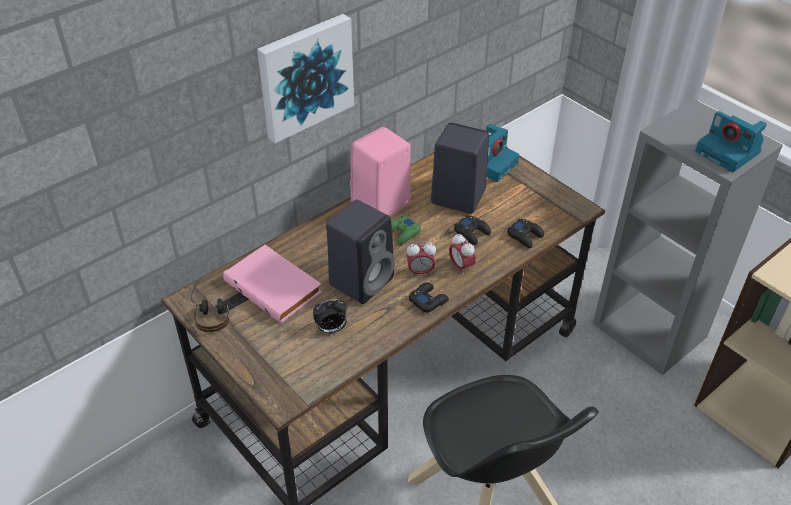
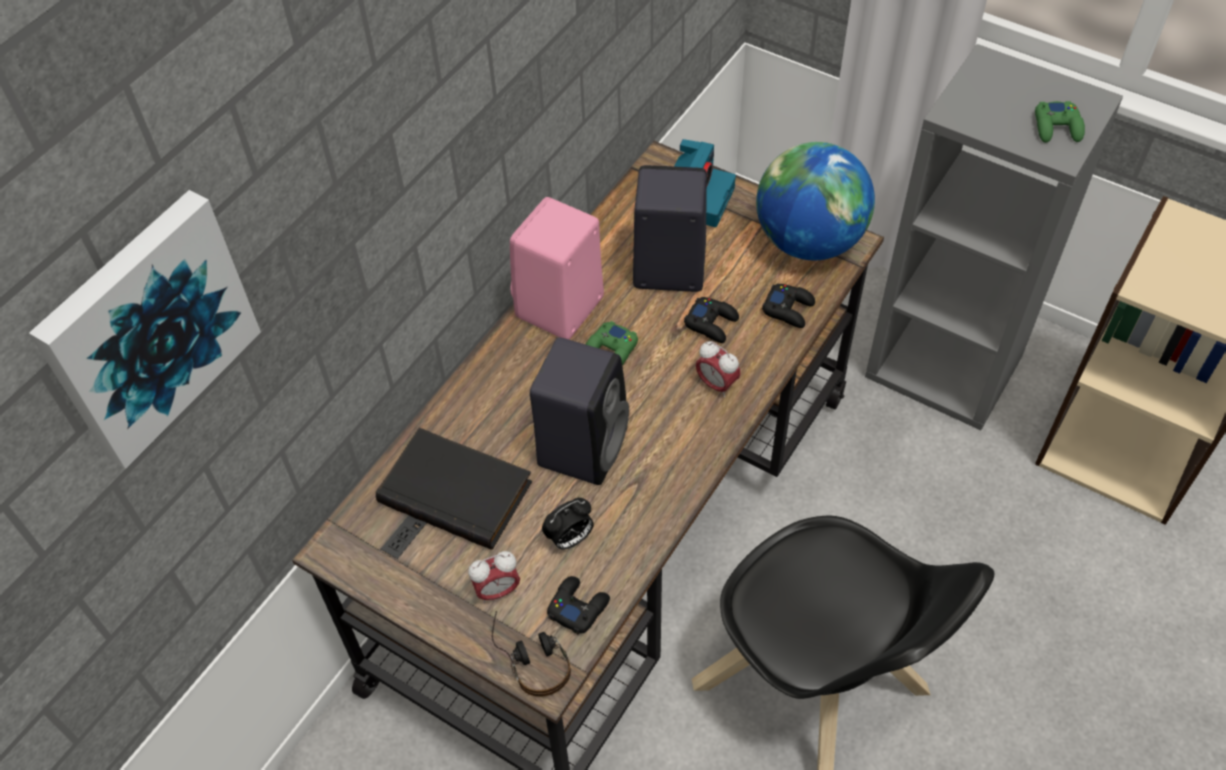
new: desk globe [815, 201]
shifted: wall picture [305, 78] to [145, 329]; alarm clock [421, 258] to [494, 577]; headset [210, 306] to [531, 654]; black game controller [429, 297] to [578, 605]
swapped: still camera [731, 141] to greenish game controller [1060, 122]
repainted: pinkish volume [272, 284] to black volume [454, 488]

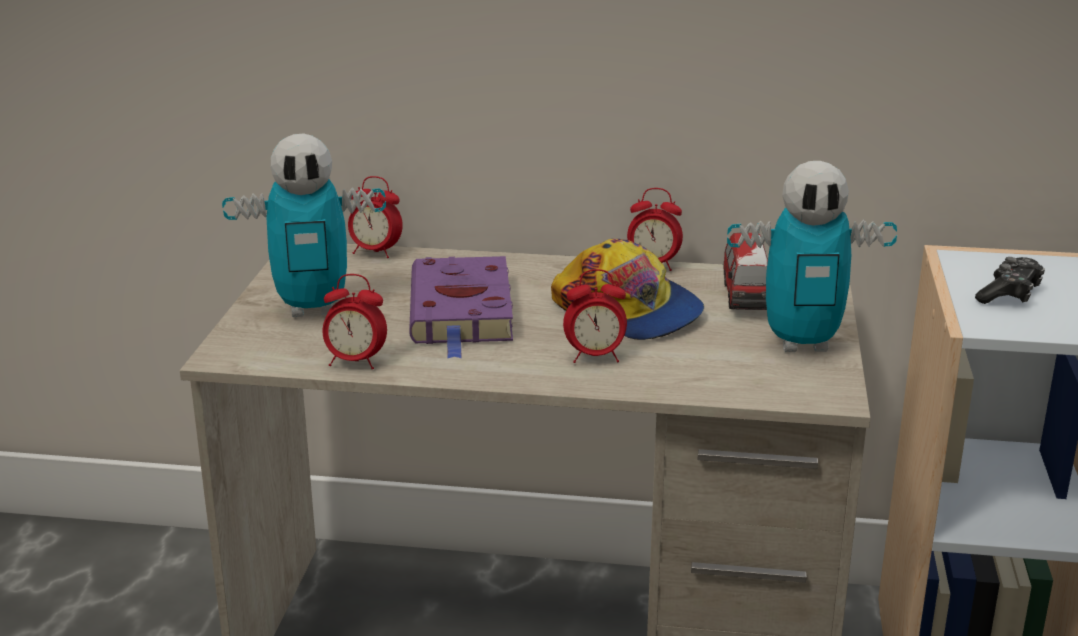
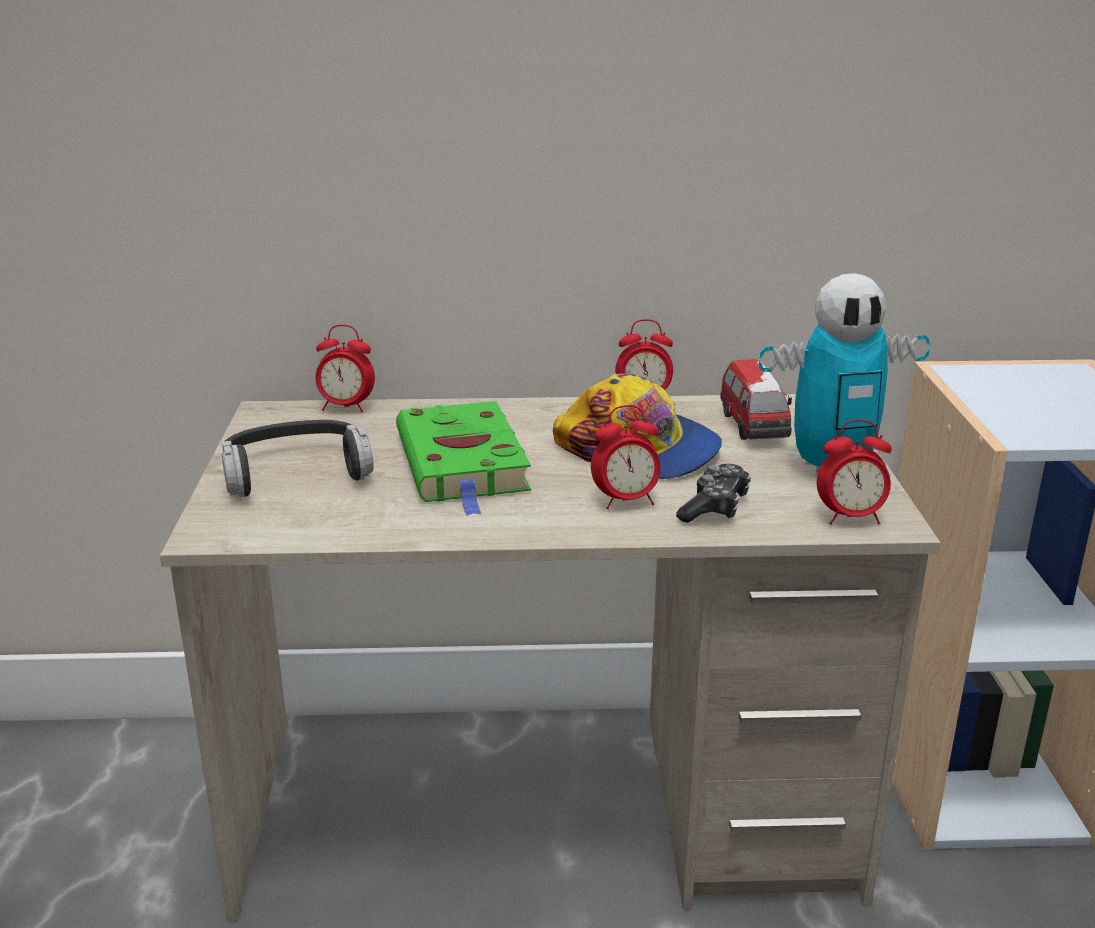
shifted: game controller [1010, 280] to [713, 493]; alarm clock [354, 321] to [854, 472]
swapped: robot figure [304, 225] to headset [298, 458]
repainted: purple volume [461, 307] to greenish volume [463, 458]

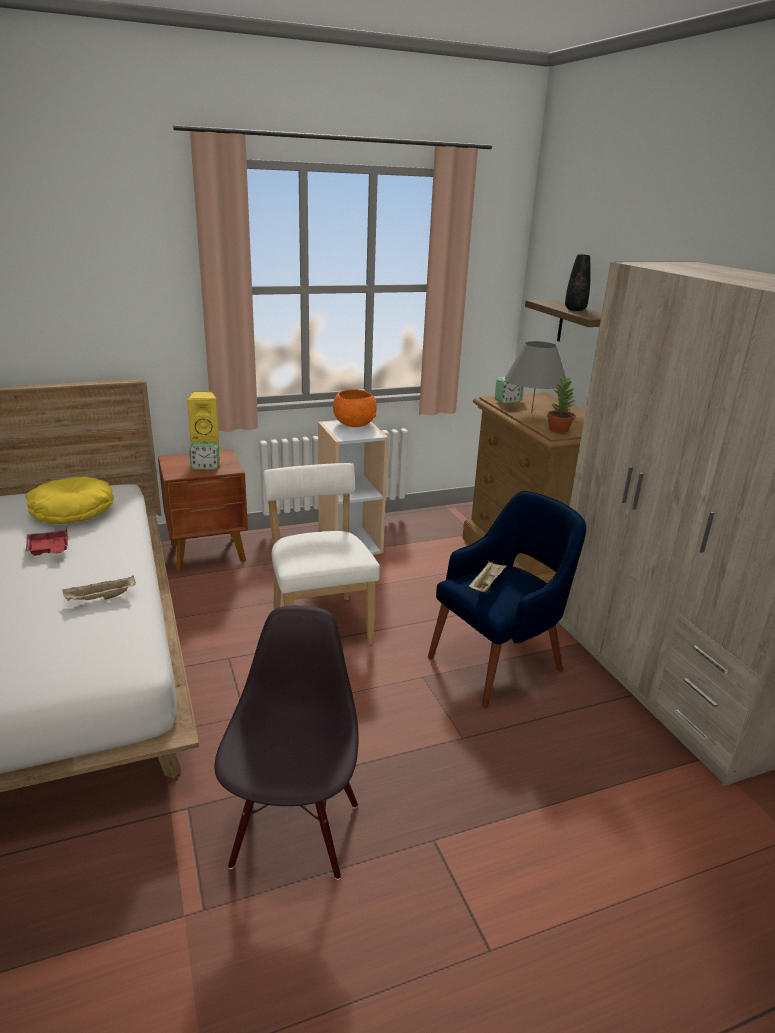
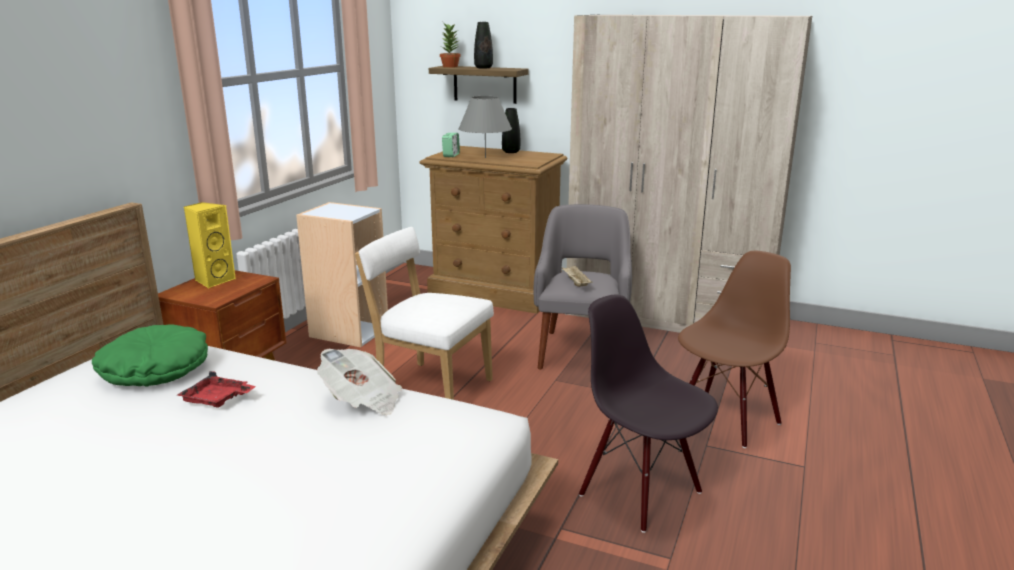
gone: orange deep dish [355, 408]; alarm clock [204, 456]
new: black decorative vase [511, 130]; brown plain chair [734, 349]
shifted: plant in a pot [561, 404] to [450, 45]
swapped: sand-coloured tray [99, 588] to daily paper [359, 382]
repainted: yellow-coloured cushion [70, 500] to greenish cushion [150, 355]; blue easy chair [507, 599] to greyish easy chair [583, 286]

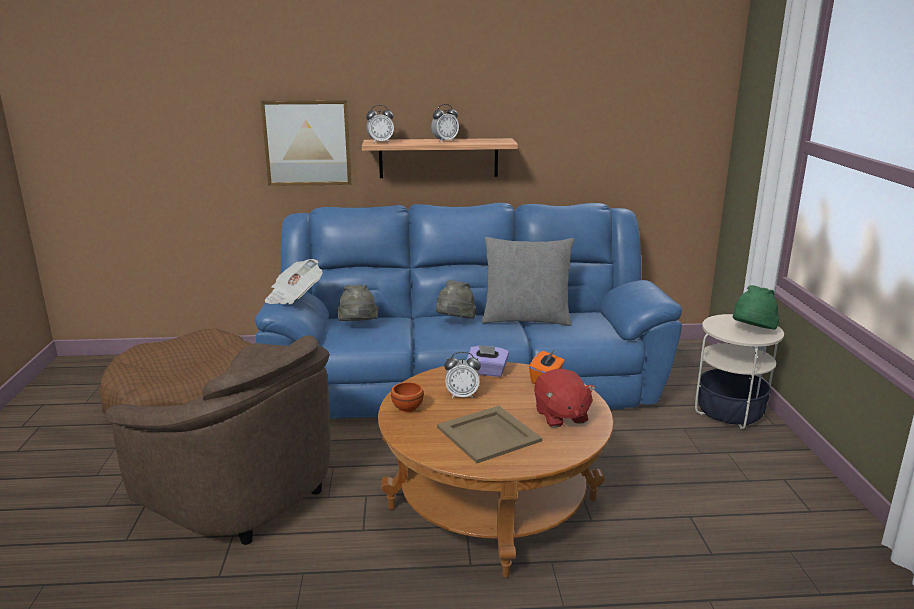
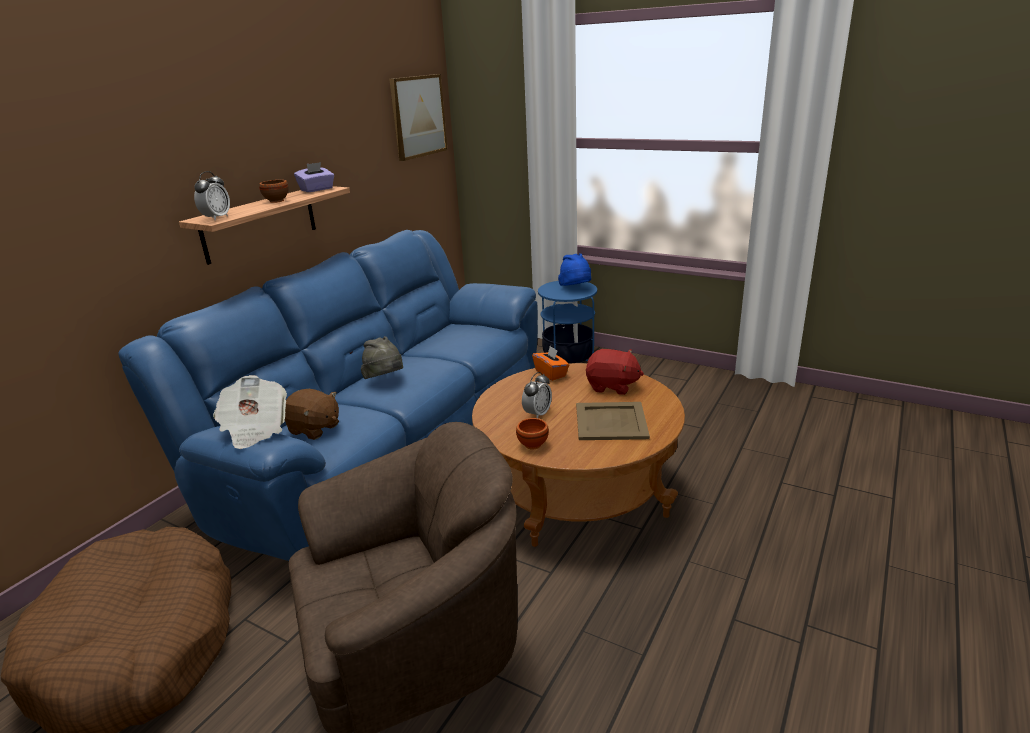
gone: greyish cushion [528, 281]
shifted: wall picture [306, 143] to [418, 117]; purple tissue box [488, 361] to [314, 177]
swapped: alarm clock [445, 123] to brown deep dish [274, 191]; greyish clothing hat [357, 302] to brown plush toy [311, 414]
repainted: greenish clothing hat [756, 307] to blue clothing hat [574, 269]; sand-coloured side table [739, 371] to blue side table [567, 322]

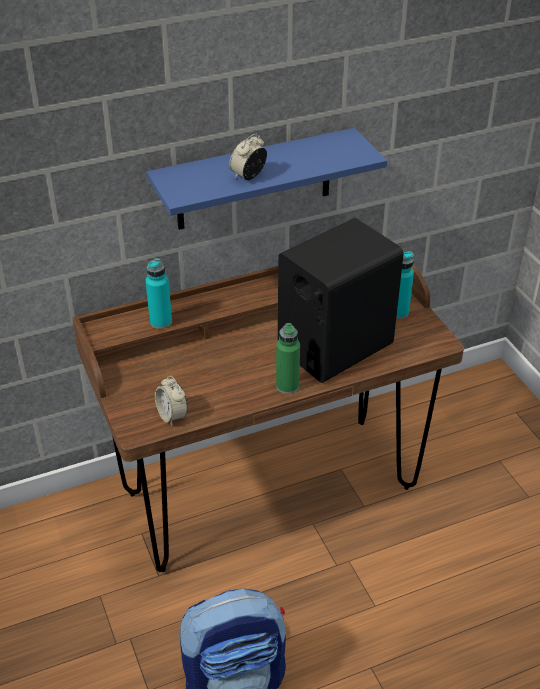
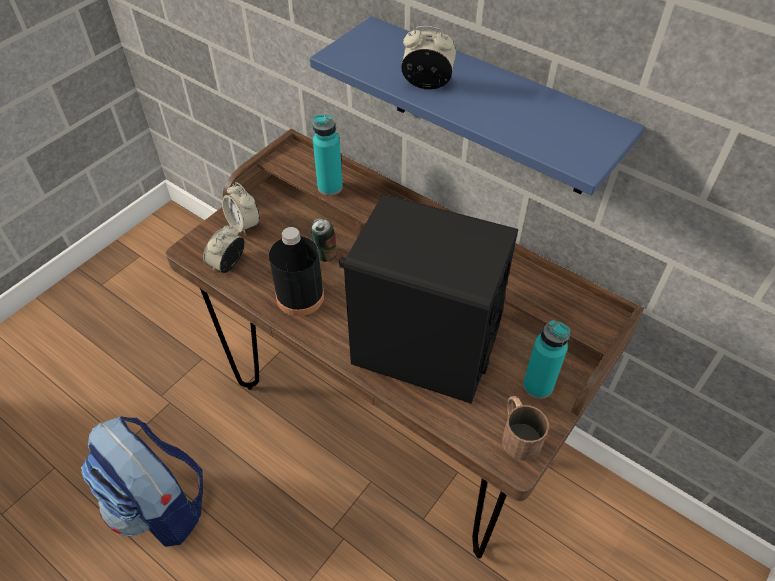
gone: greenish bottle [288, 358]
new: alarm clock [241, 209]; metal can [324, 240]; black bottle [296, 271]; brown coffee mug [525, 428]

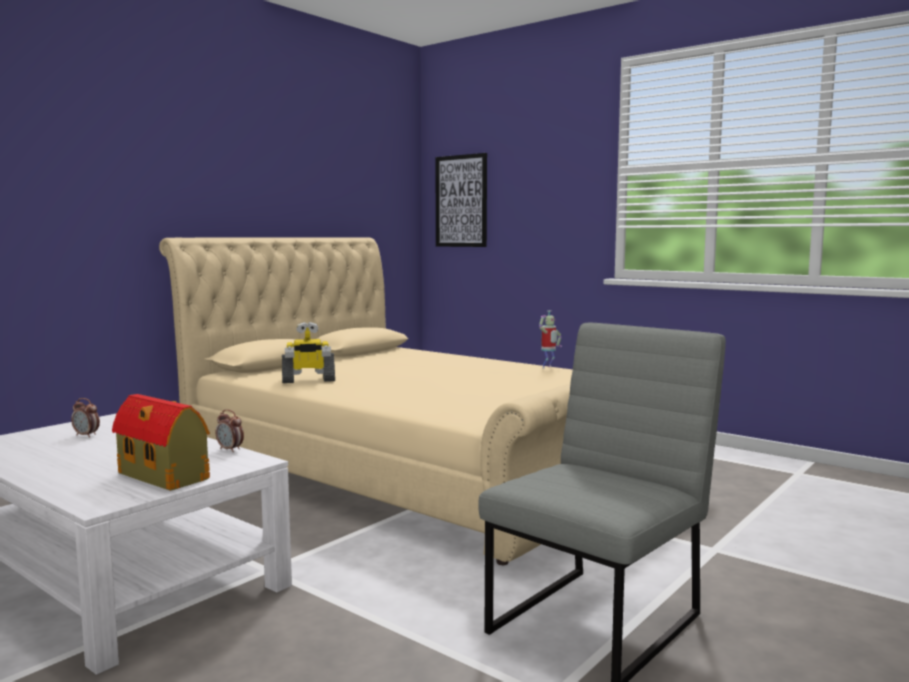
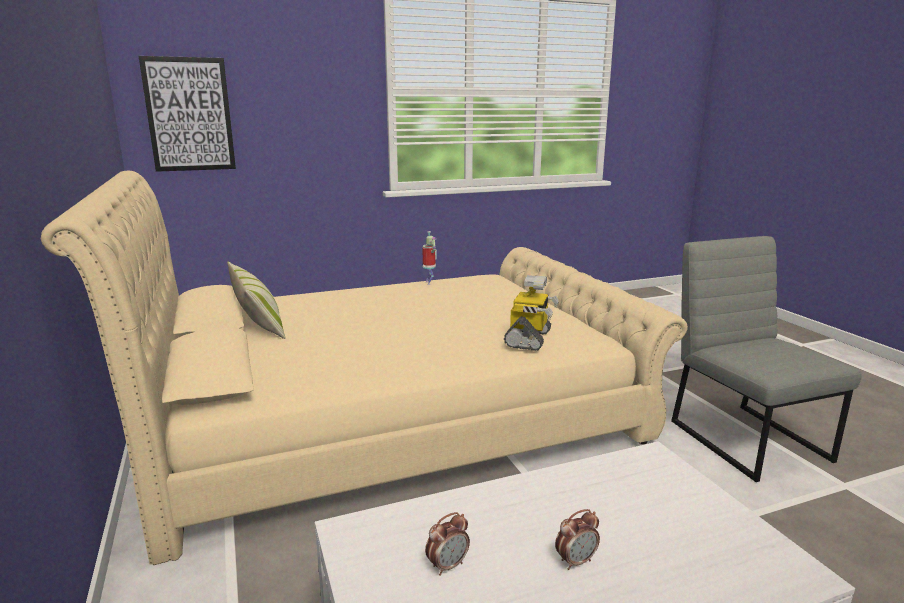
gone: toy house [161, 442]
new: cushion [256, 300]
shifted: robot figure [308, 352] to [531, 313]; alarm clock [230, 430] to [577, 539]

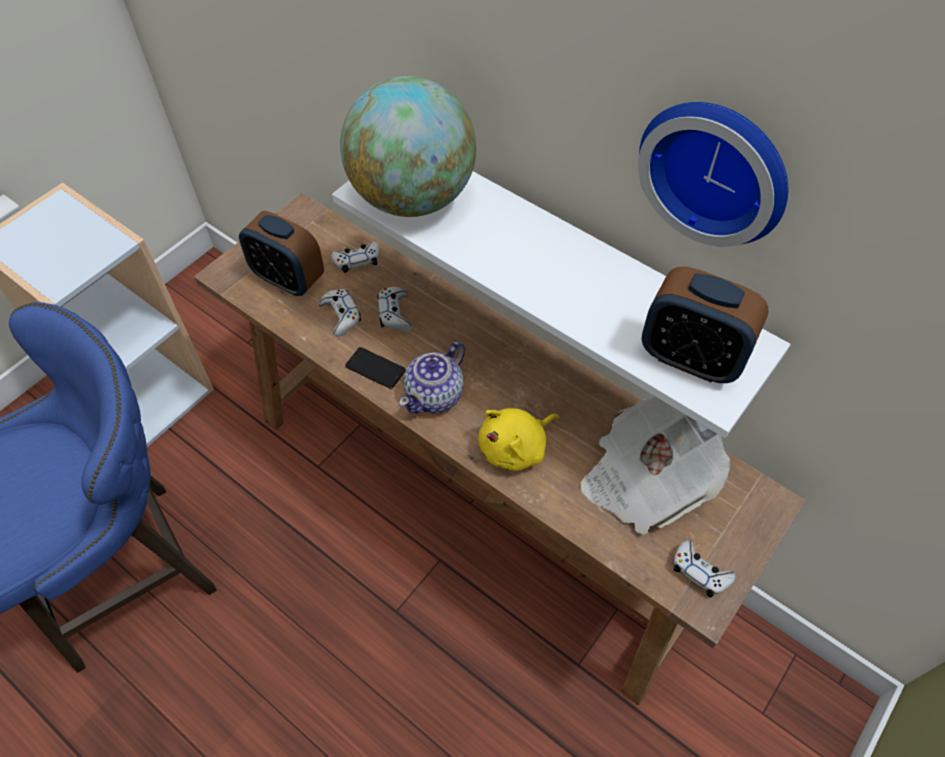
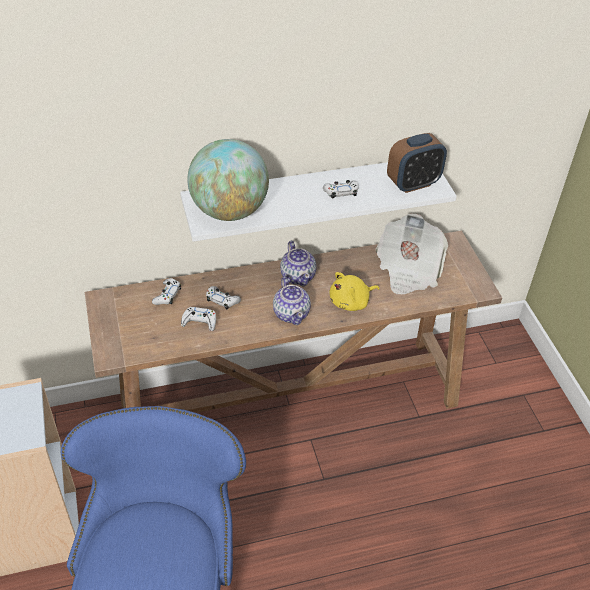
gone: wall clock [713, 174]; alarm clock [281, 253]; handset [375, 368]
new: teapot [298, 263]
shifted: white-coloured game controller [705, 568] to [341, 189]
rotated: yellow-coloured plush toy [518, 439] = [354, 291] 60 degrees clockwise

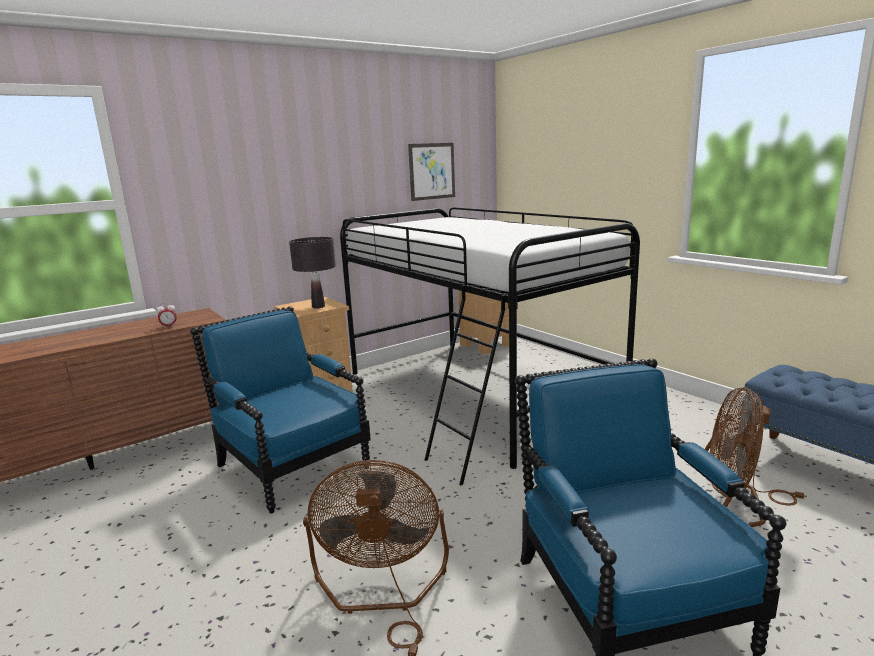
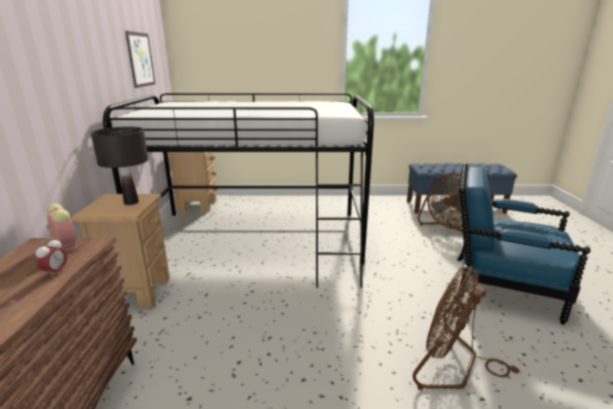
gone: blue easy chair [280, 409]
new: alarm clock [62, 228]

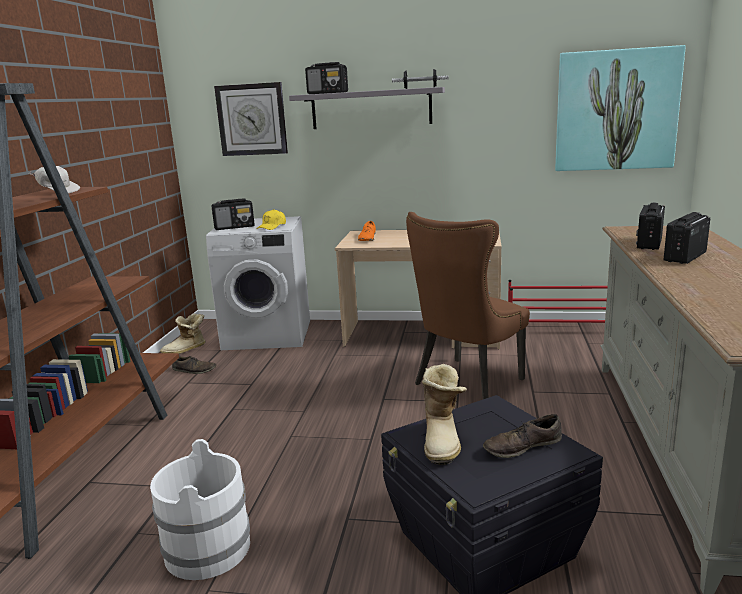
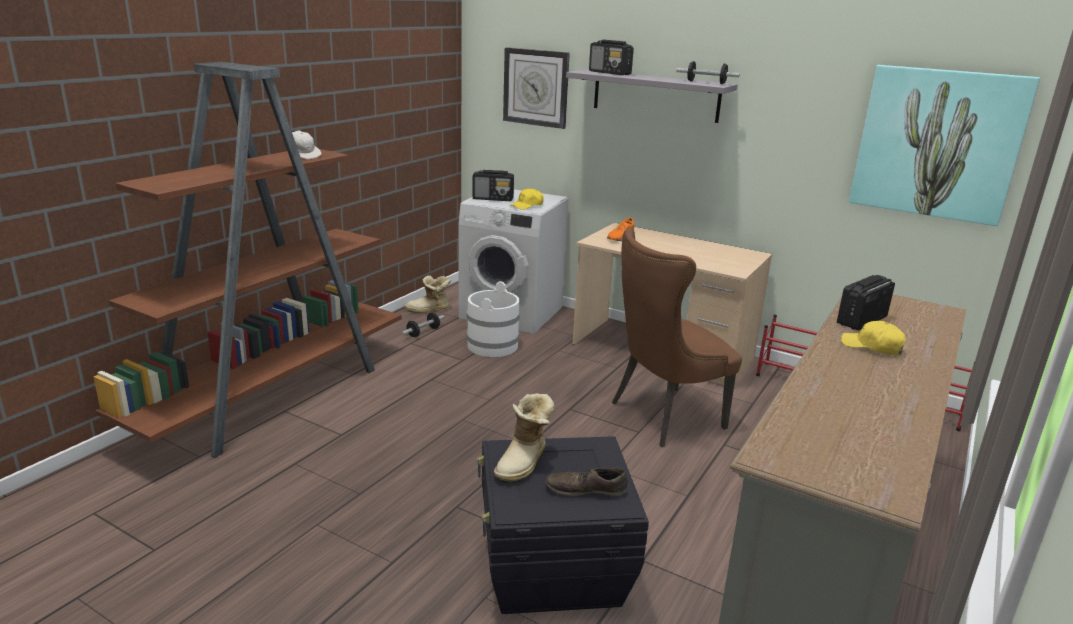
shifted: white-coloured pail [200, 509] to [493, 319]
swapped: radio receiver [687, 238] to yellow-coloured cap [873, 338]; brown shoe [194, 365] to free weight [422, 325]

